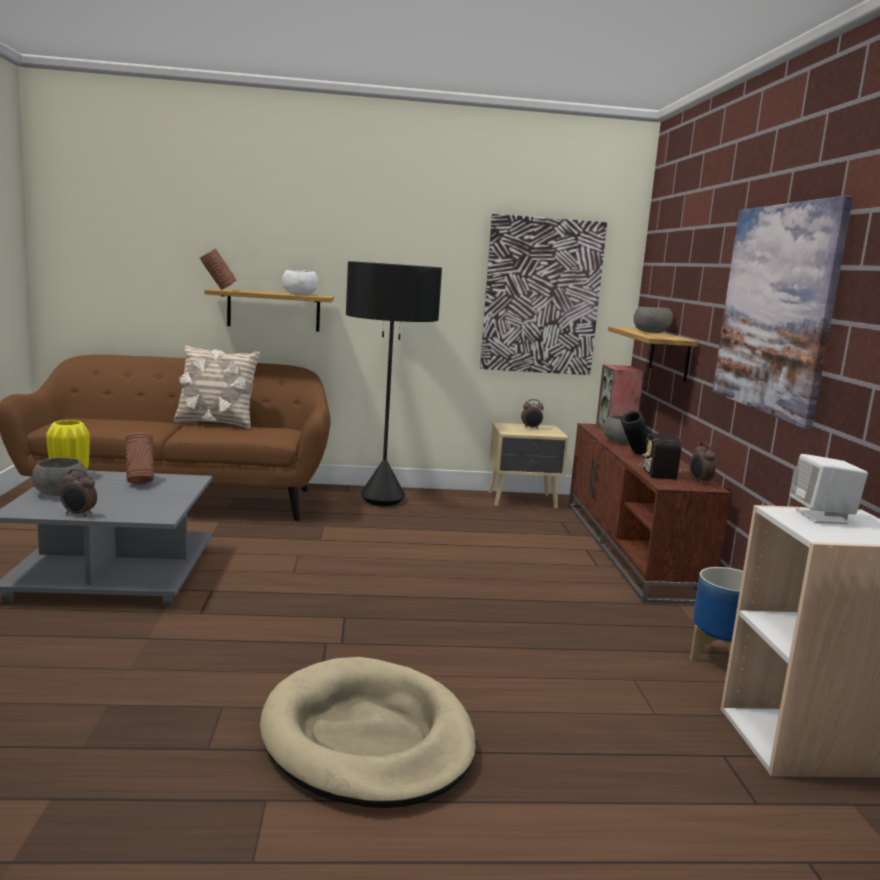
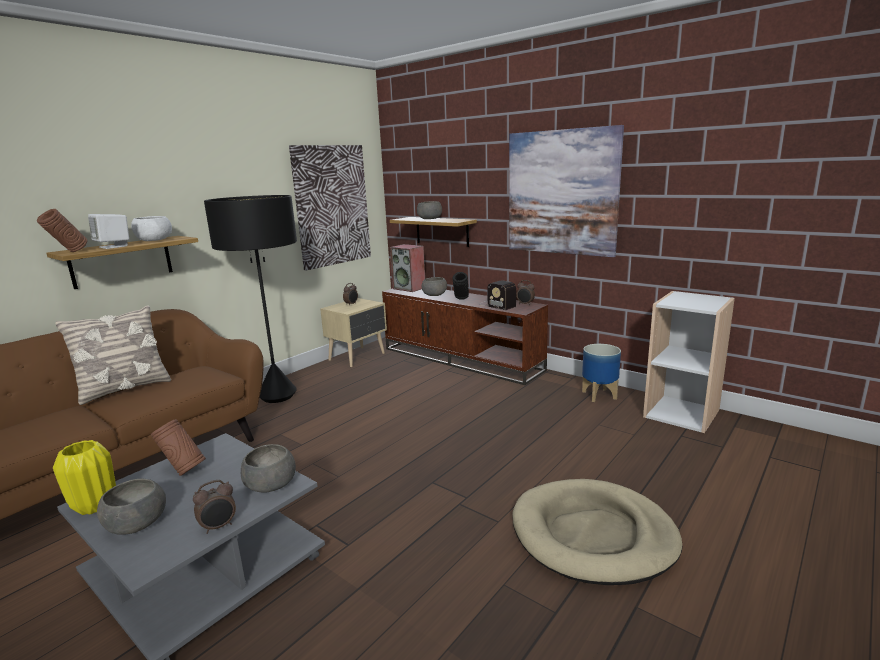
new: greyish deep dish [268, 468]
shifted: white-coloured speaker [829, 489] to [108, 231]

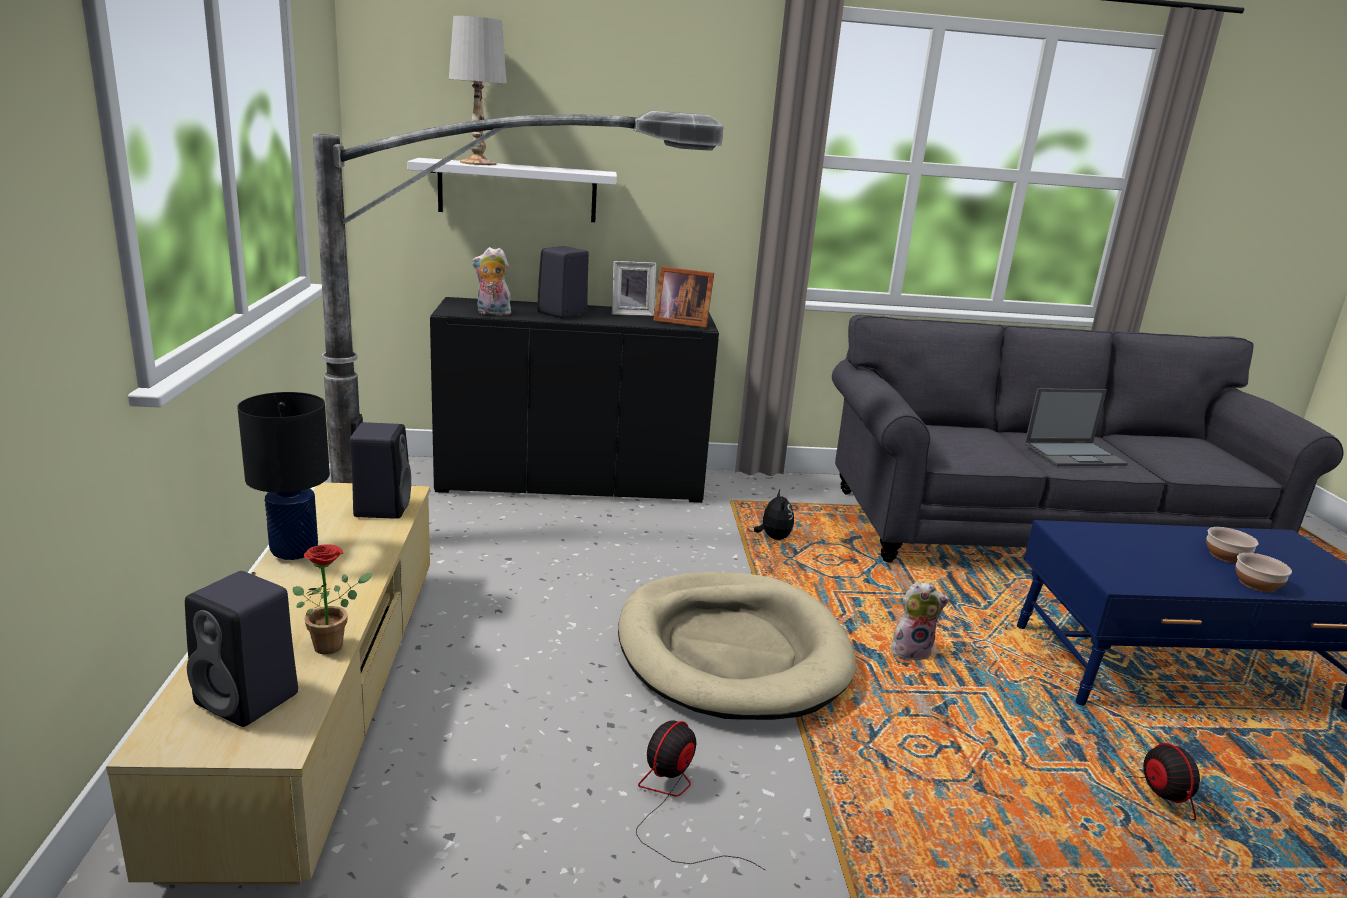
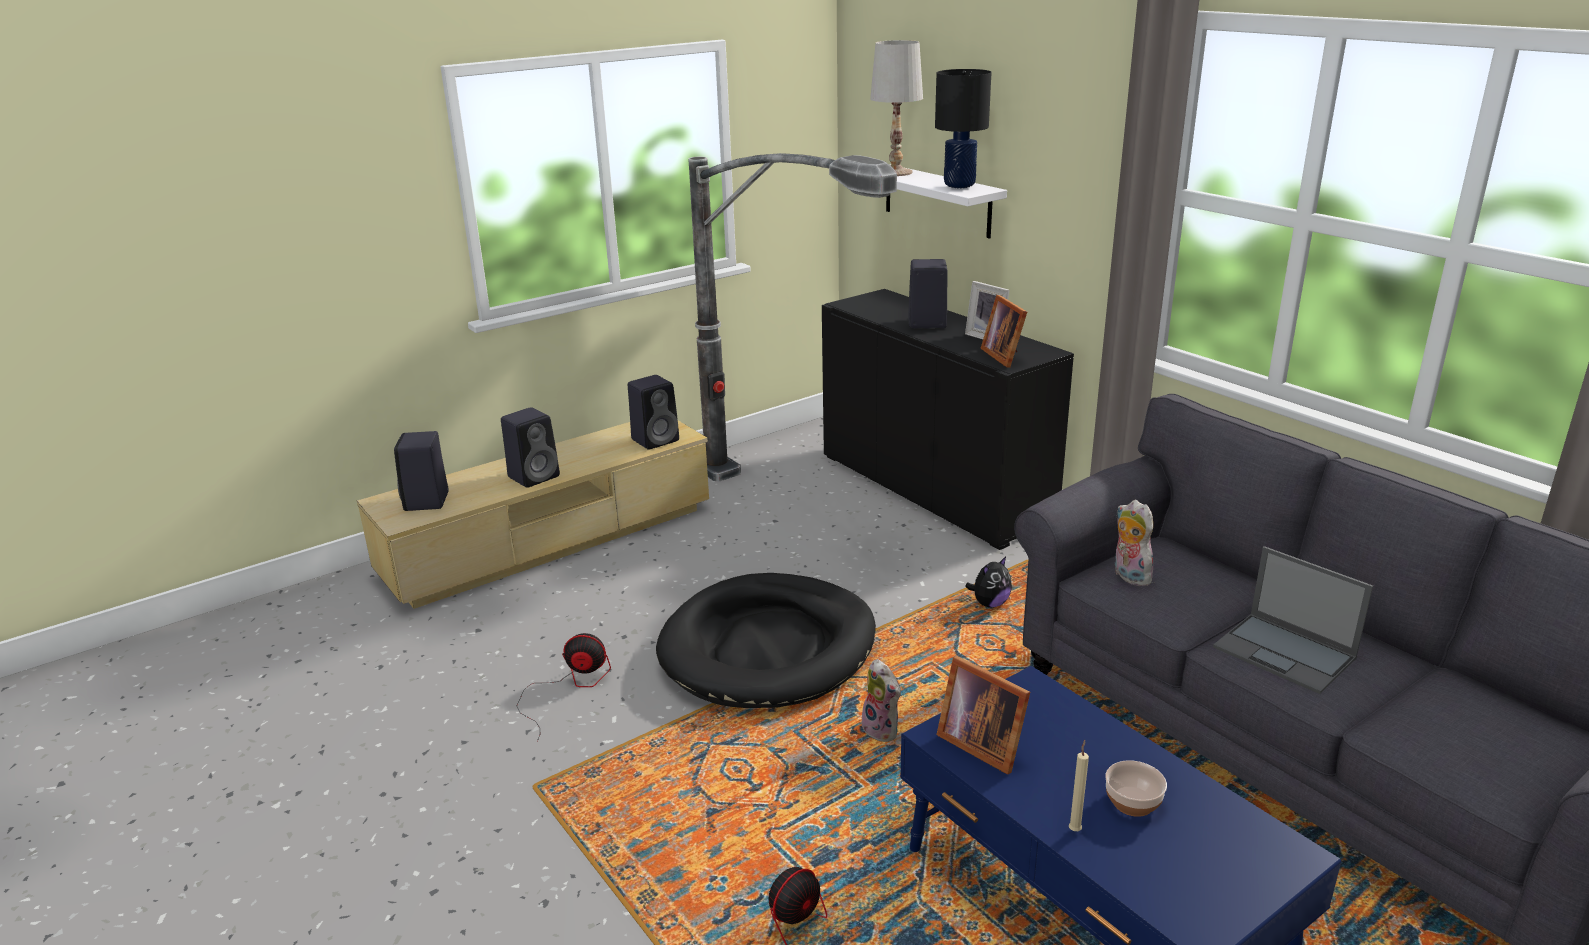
gone: plant in a pot [333, 599]
new: black speaker [530, 447]; photo frame [983, 715]
shifted: plush toy [492, 281] to [1134, 543]; black lamp for a table [283, 476] to [963, 128]
swapped: deep dish [1263, 572] to sand-coloured wax candle [1079, 785]
repainted: sand-coloured pet bed [737, 646] to black pet bed [766, 640]

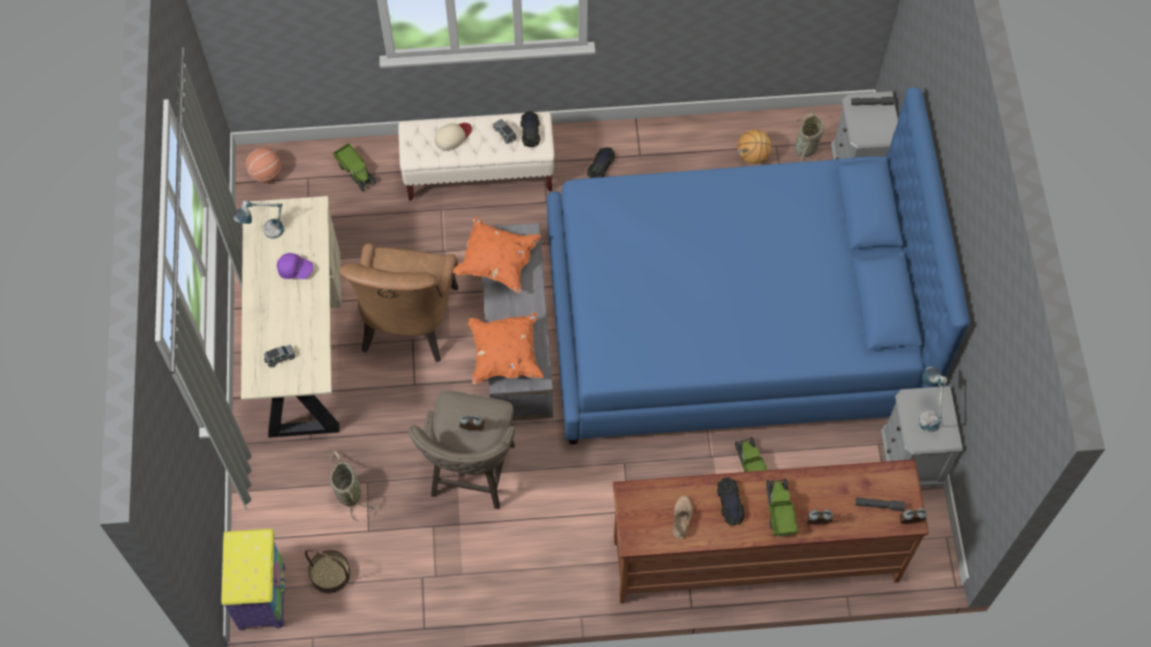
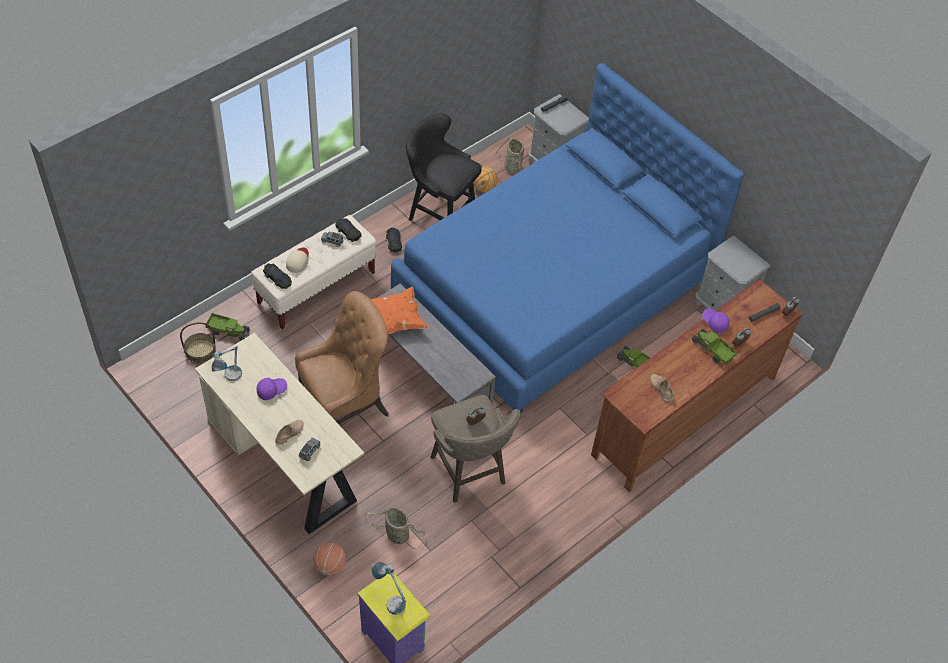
gone: orange cushion [506, 348]
new: black stool [444, 167]; purple cap [716, 321]; sand-coloured shoe [289, 432]
shifted: ball for basketball [264, 165] to [329, 559]; lamp for a table [932, 399] to [388, 588]; black model car [730, 501] to [277, 276]; household basket [328, 571] to [198, 343]
rotated: brown plain chair [398, 302] = [342, 357] 90 degrees counterclockwise

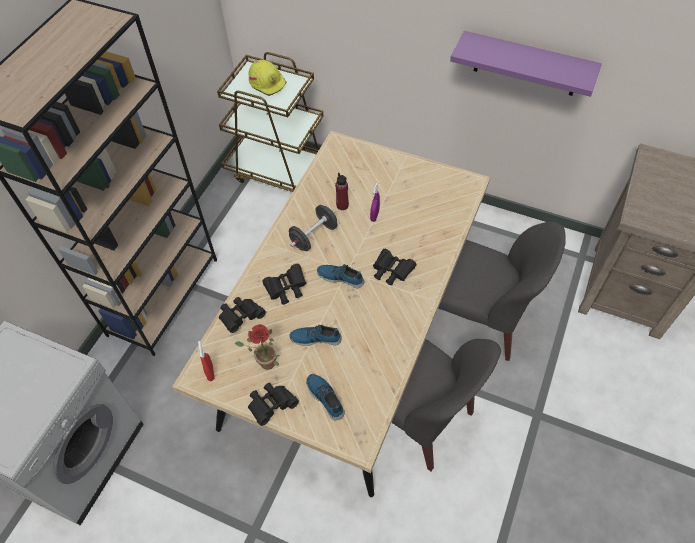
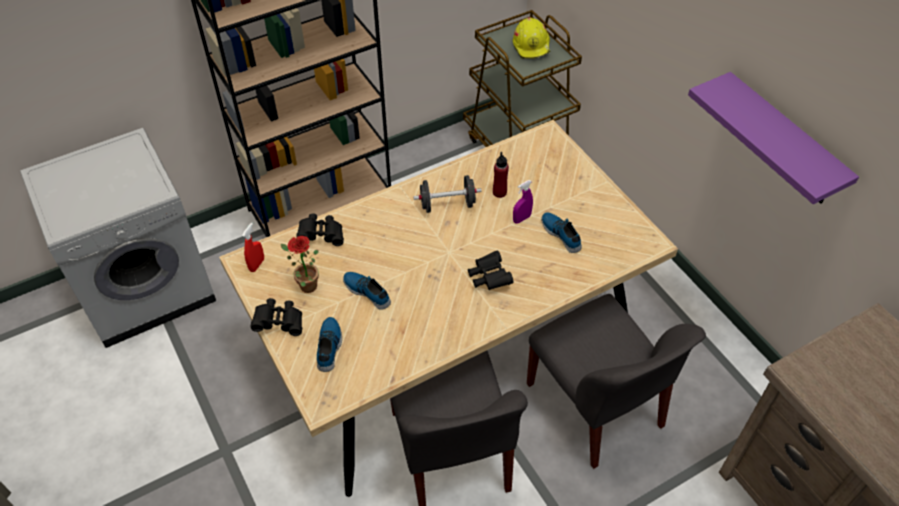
gone: black pair of binoculars [284, 284]
shifted: shoe [340, 276] to [561, 232]

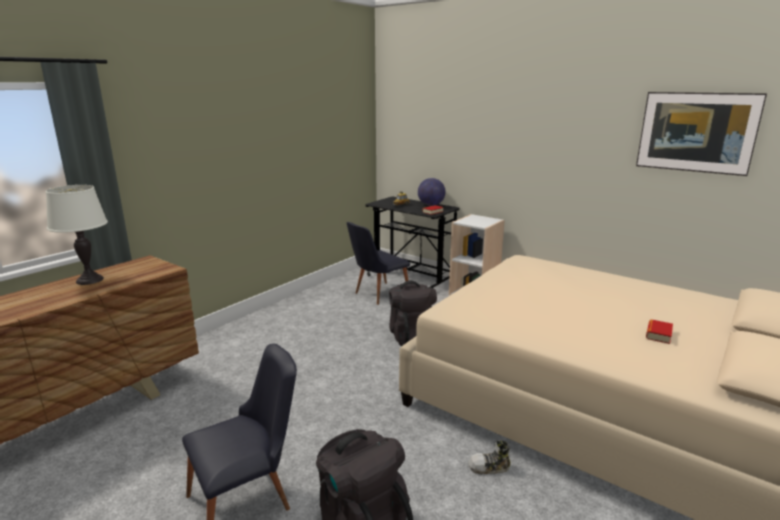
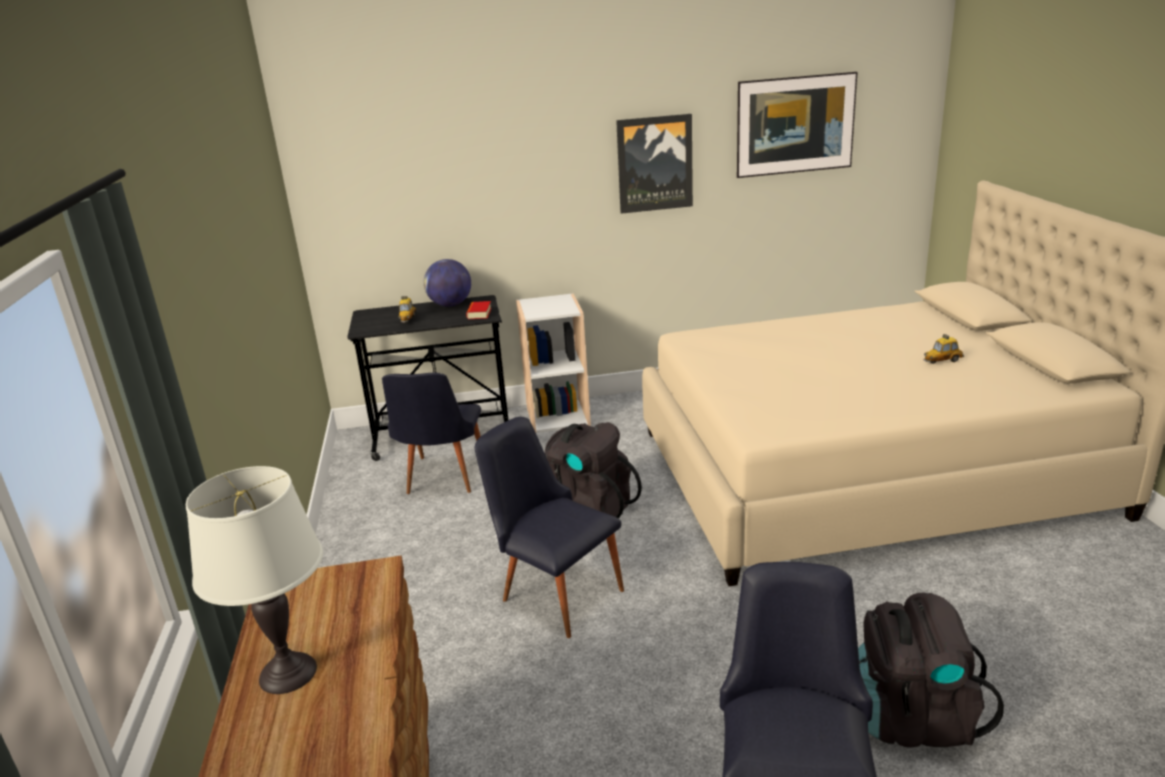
gone: shoe [490, 457]
new: wall picture [654, 164]; black plain chair [549, 527]
swapped: volume [659, 331] to model car [943, 349]

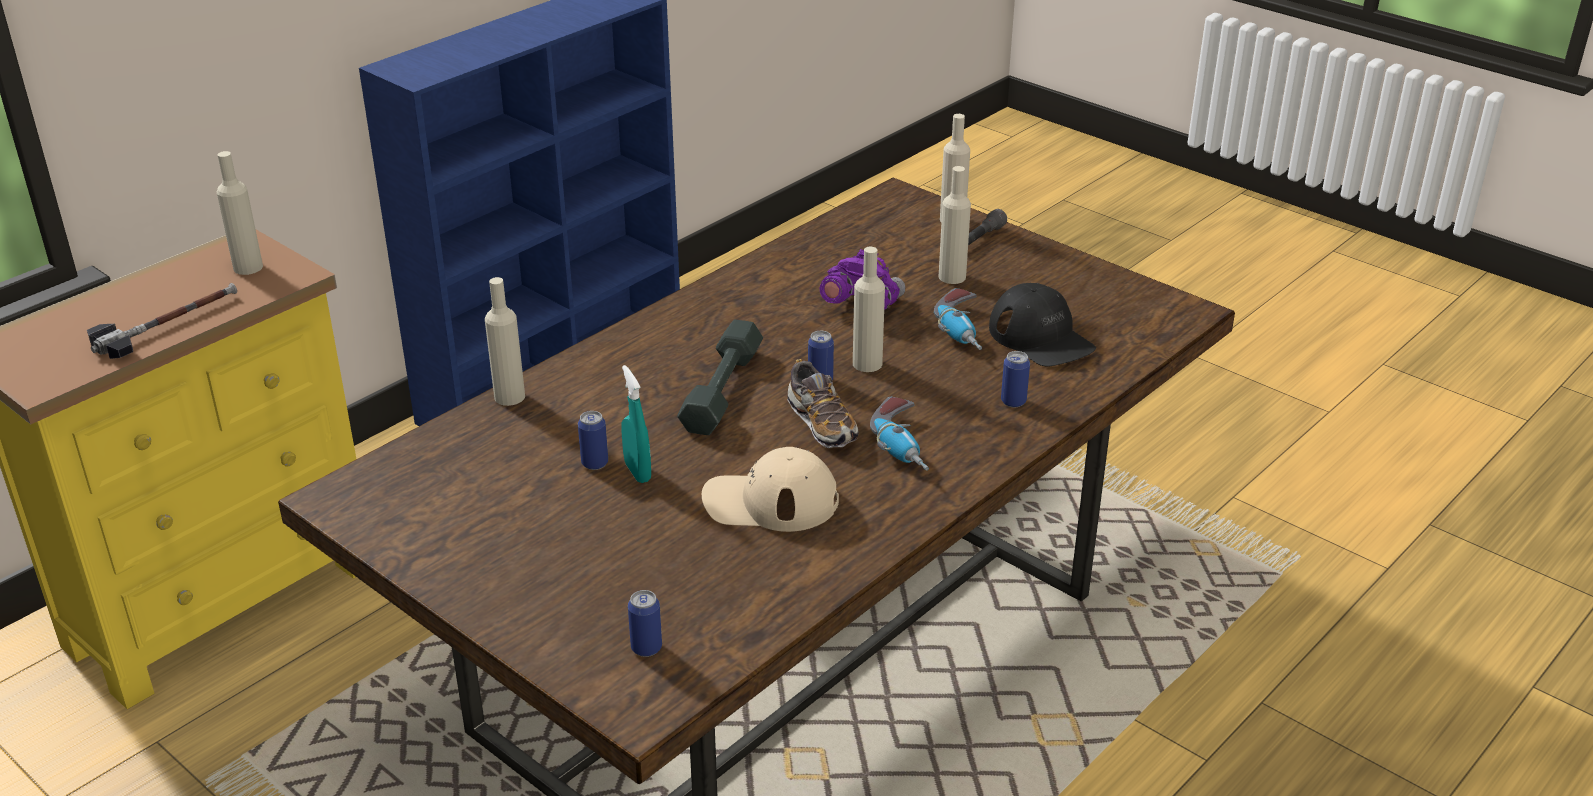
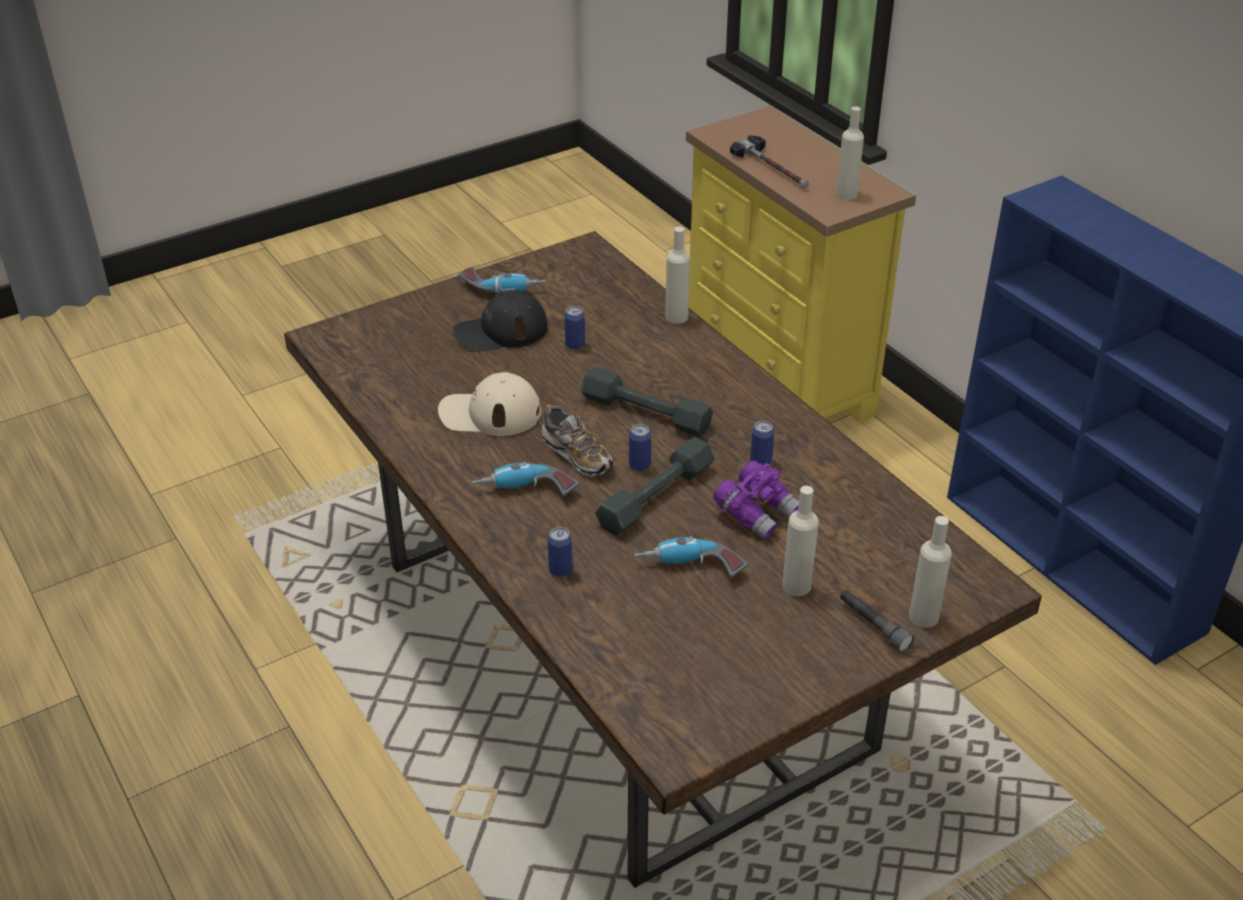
gone: blue-green hand sprayer [636, 424]
new: drill [502, 279]
shifted: black cap [1042, 325] to [500, 321]; metal can [645, 623] to [762, 443]
swapped: sand-coloured bottle [869, 309] to greyish free weight [655, 486]
rotated: shoe [823, 403] = [577, 440] 120 degrees counterclockwise; sand-coloured cap [770, 489] = [489, 404] 105 degrees counterclockwise

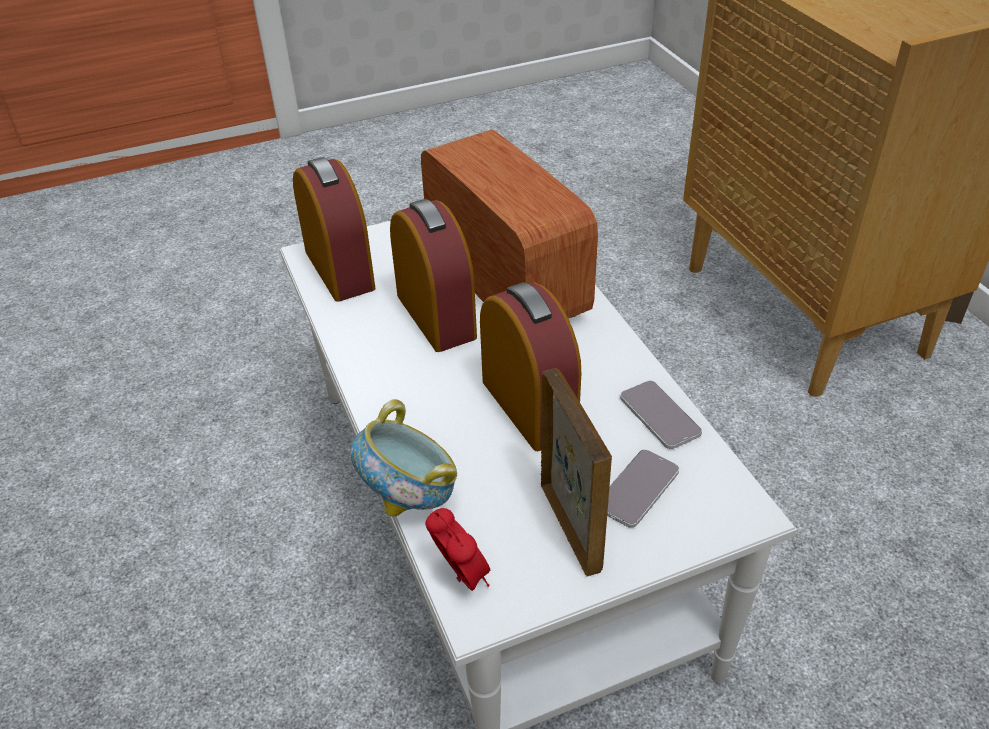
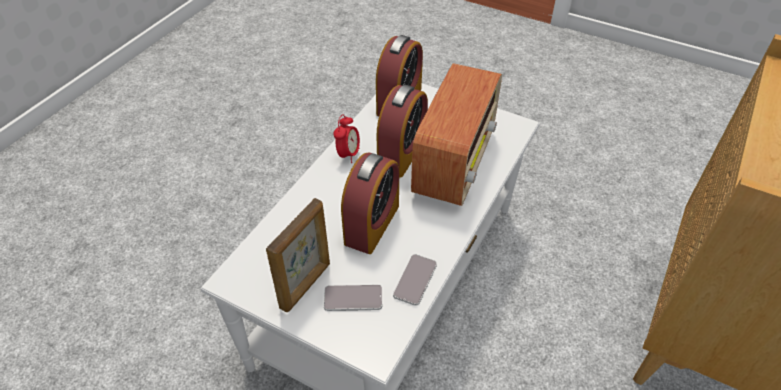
gone: deep dish [403, 458]
shifted: alarm clock [458, 549] to [346, 138]

